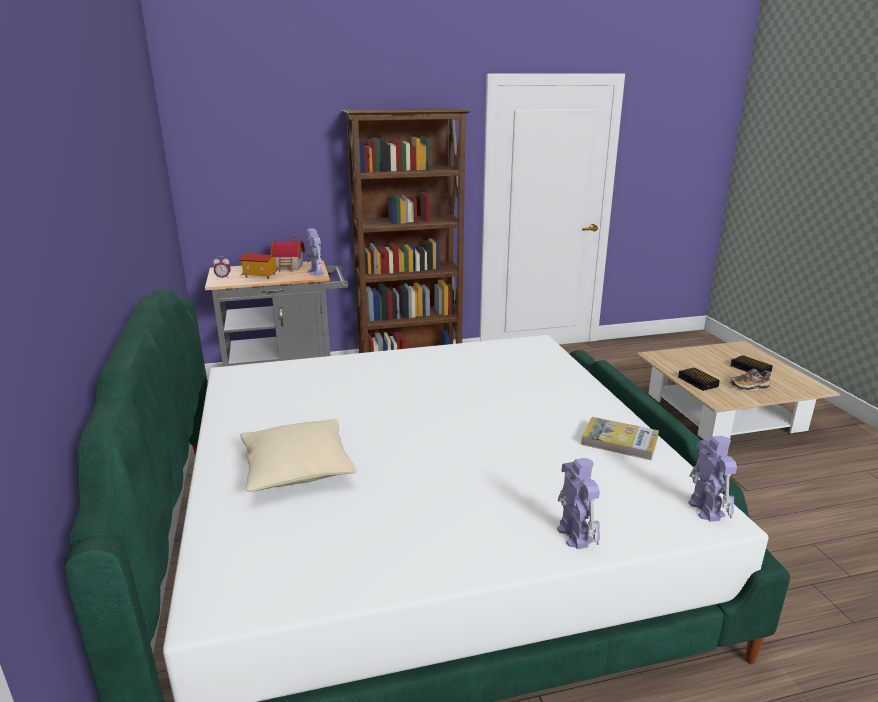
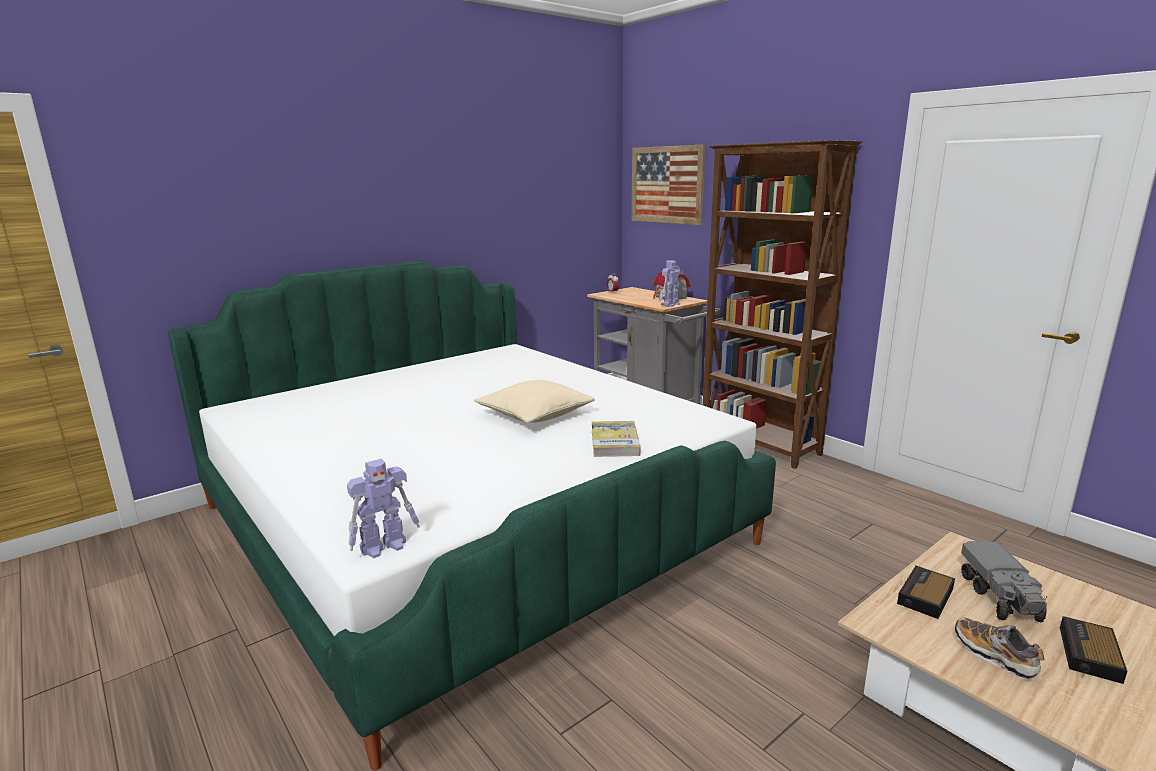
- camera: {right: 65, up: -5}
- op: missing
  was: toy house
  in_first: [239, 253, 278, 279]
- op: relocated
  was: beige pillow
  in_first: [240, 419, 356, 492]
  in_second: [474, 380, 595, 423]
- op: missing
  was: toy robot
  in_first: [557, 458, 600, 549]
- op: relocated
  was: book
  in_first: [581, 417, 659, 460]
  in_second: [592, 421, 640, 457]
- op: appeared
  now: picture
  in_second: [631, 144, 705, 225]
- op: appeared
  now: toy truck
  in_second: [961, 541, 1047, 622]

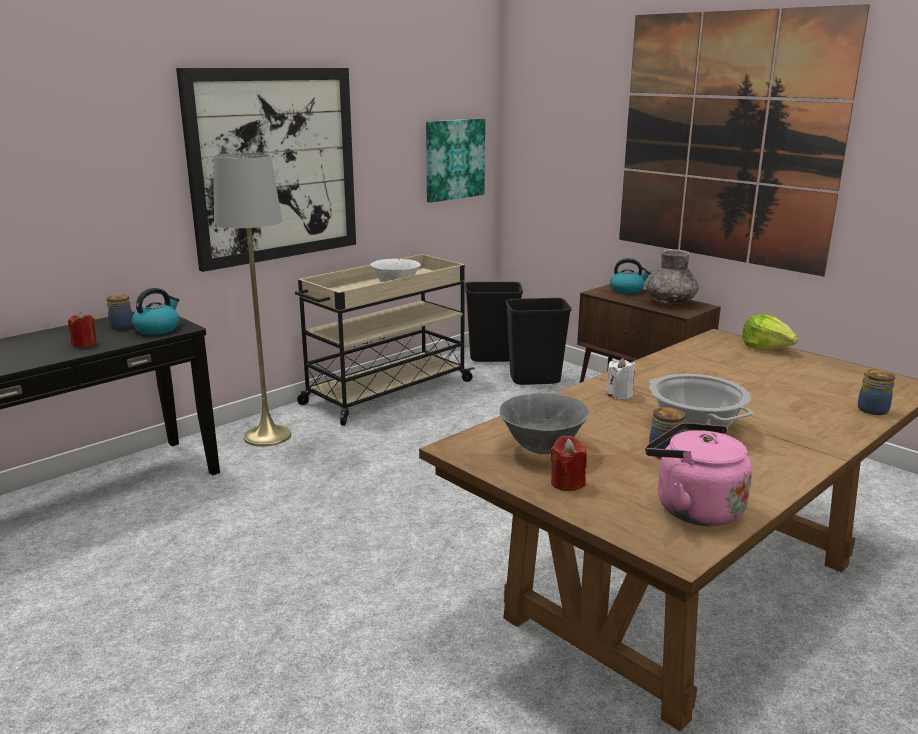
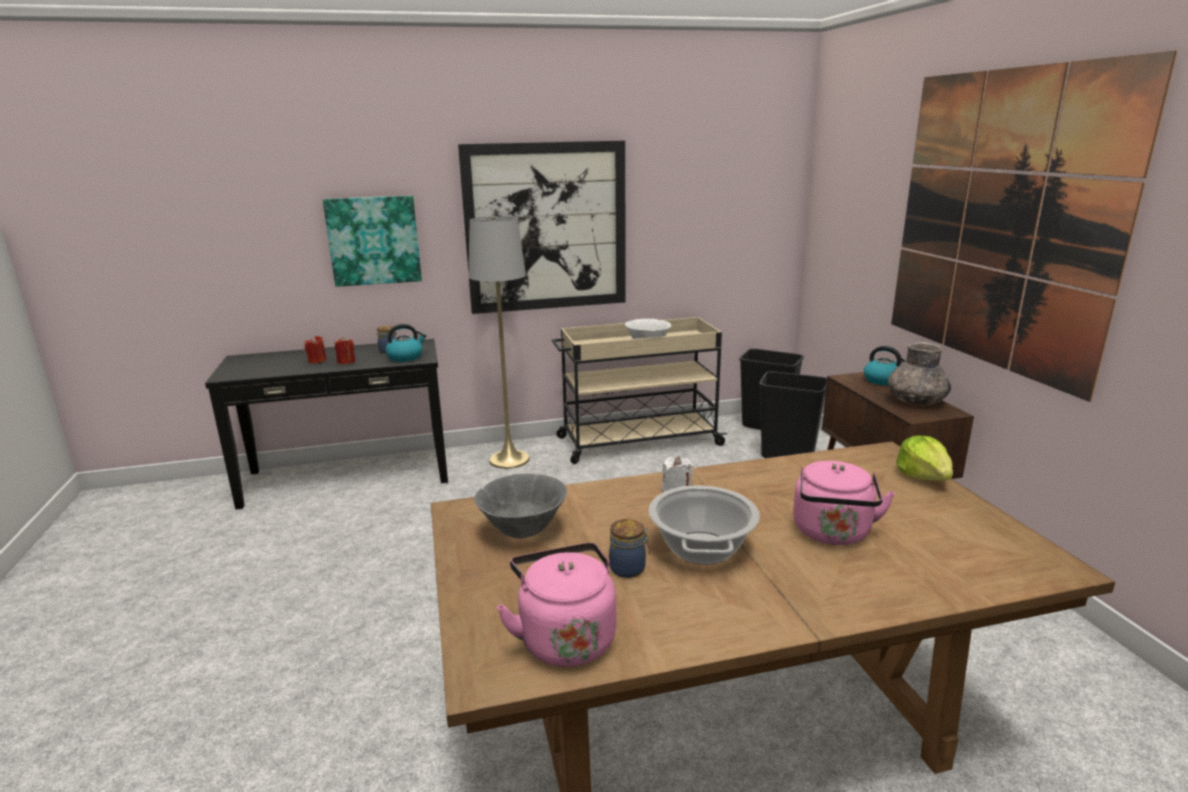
- camera: {right: 30, up: 0}
- op: relocated
  was: picture
  in_first: [426, 118, 485, 203]
  in_second: [323, 195, 422, 287]
- op: relocated
  was: red candle
  in_first: [550, 436, 587, 491]
  in_second: [305, 336, 327, 364]
- op: missing
  was: jar
  in_first: [858, 369, 895, 415]
- op: appeared
  now: pink kettle
  in_second: [793, 461, 895, 545]

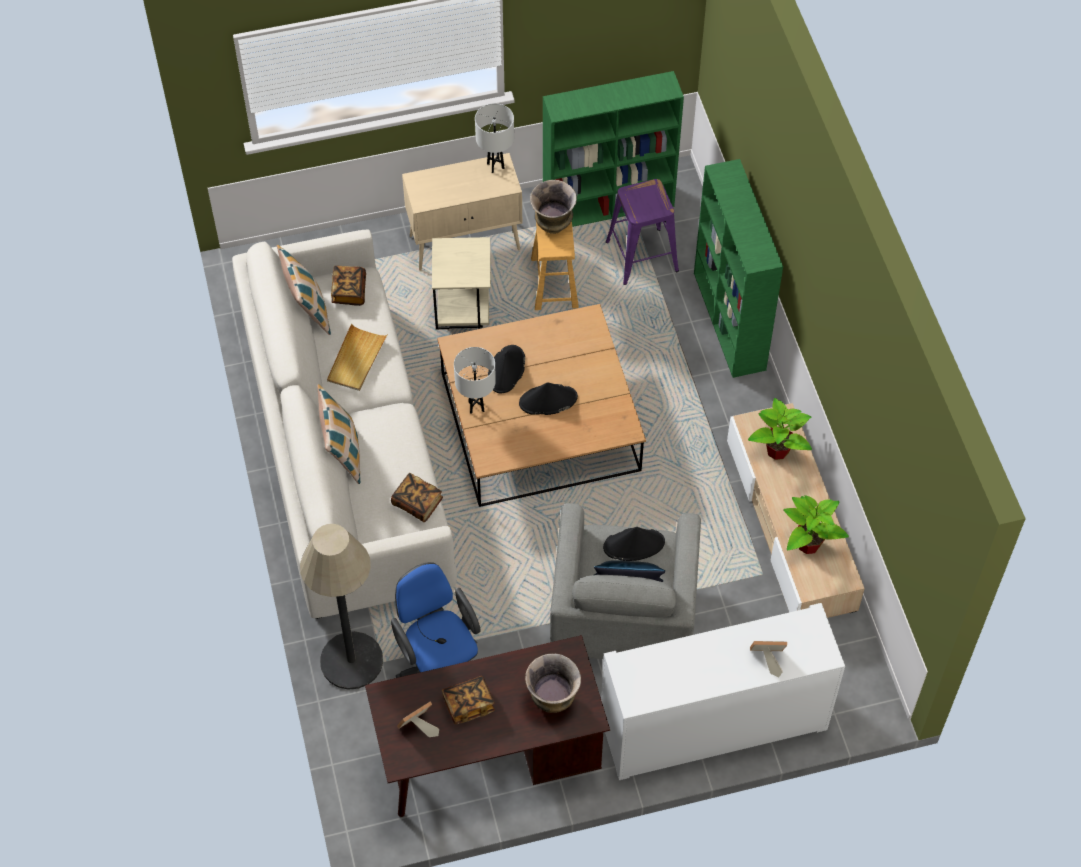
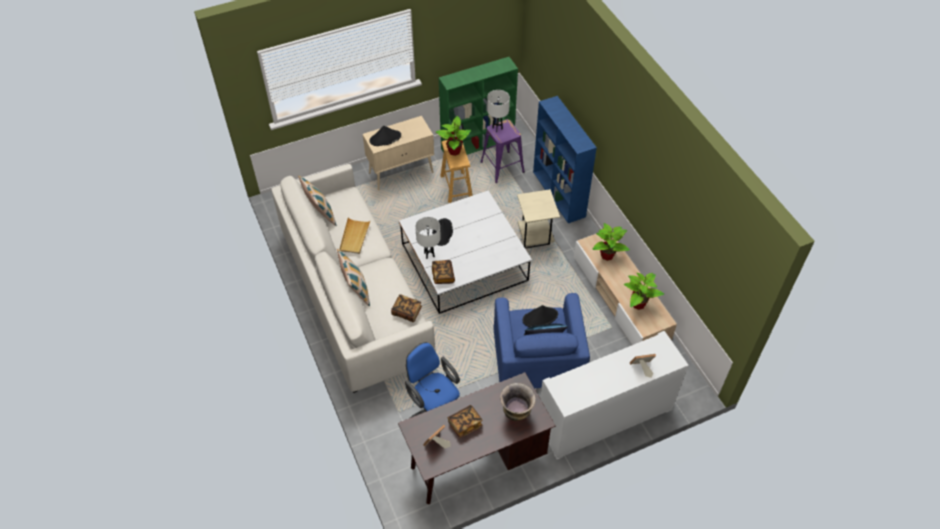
- camera: {right: -10, up: -5}
- op: missing
  was: floor lamp
  in_first: [300, 524, 383, 690]
- op: relocated
  was: book
  in_first: [331, 266, 366, 306]
  in_second: [432, 260, 455, 284]
- op: relocated
  was: beige side table
  in_first: [432, 237, 491, 329]
  in_second: [517, 189, 560, 249]
- op: colour
  was: brown coffee table
  now: white coffee table
  in_first: [437, 304, 646, 507]
  in_second: [399, 190, 532, 314]
- op: relocated
  was: white table lamp
  in_first: [475, 103, 514, 173]
  in_second: [487, 90, 510, 132]
- op: relocated
  was: black hat
  in_first: [519, 382, 578, 415]
  in_second: [369, 126, 401, 146]
- op: exchanged
  was: vase
  now: potted plant
  in_first: [530, 180, 577, 234]
  in_second: [436, 116, 471, 156]
- op: colour
  was: grey armchair
  now: blue armchair
  in_first: [550, 503, 701, 659]
  in_second: [493, 293, 590, 388]
- op: colour
  was: green bookcase
  now: blue bookcase
  in_first: [694, 159, 783, 378]
  in_second: [533, 96, 597, 223]

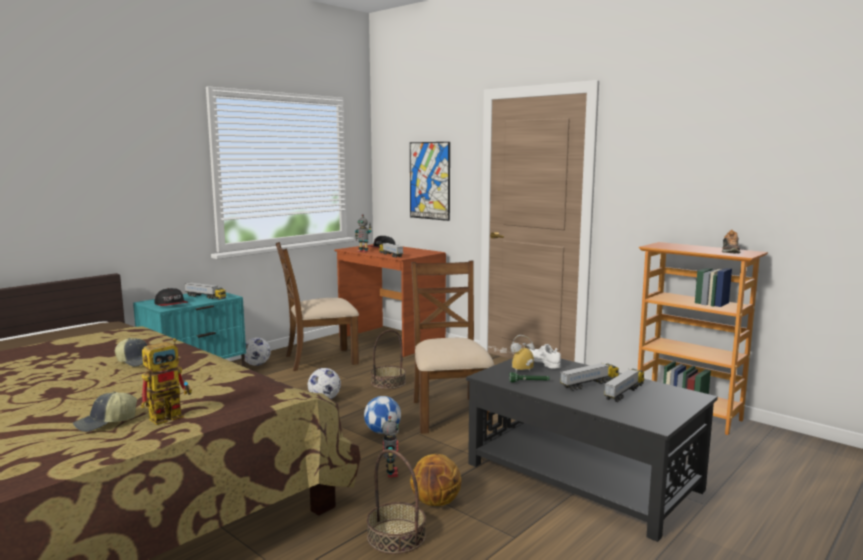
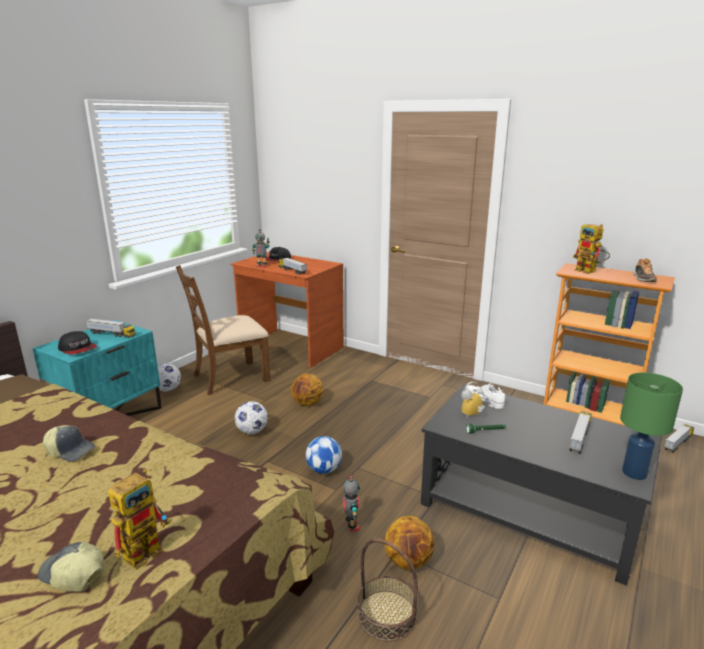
- camera: {right: -10, up: 10}
- op: spun
  was: cap
  in_first: [73, 392, 137, 432]
  in_second: [38, 542, 104, 592]
  clockwise: 75
- op: exchanged
  was: basket
  now: basketball
  in_first: [371, 330, 406, 389]
  in_second: [291, 373, 323, 406]
- op: missing
  was: picture
  in_first: [410, 142, 450, 221]
- op: missing
  was: brown chair
  in_first: [411, 261, 494, 434]
- op: relocated
  was: toy truck
  in_first: [560, 363, 619, 391]
  in_second: [664, 424, 694, 453]
- op: appeared
  now: toy robot
  in_second: [573, 224, 610, 274]
- op: appeared
  now: green table lamp
  in_second: [620, 372, 683, 480]

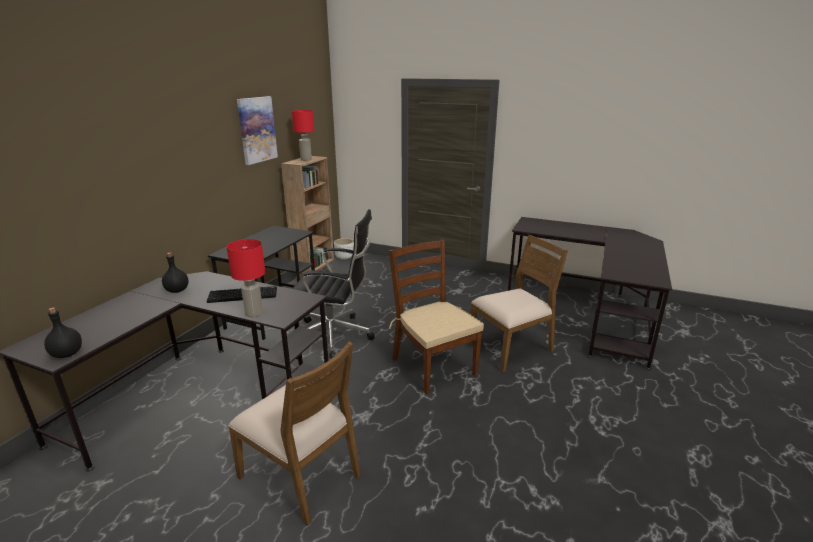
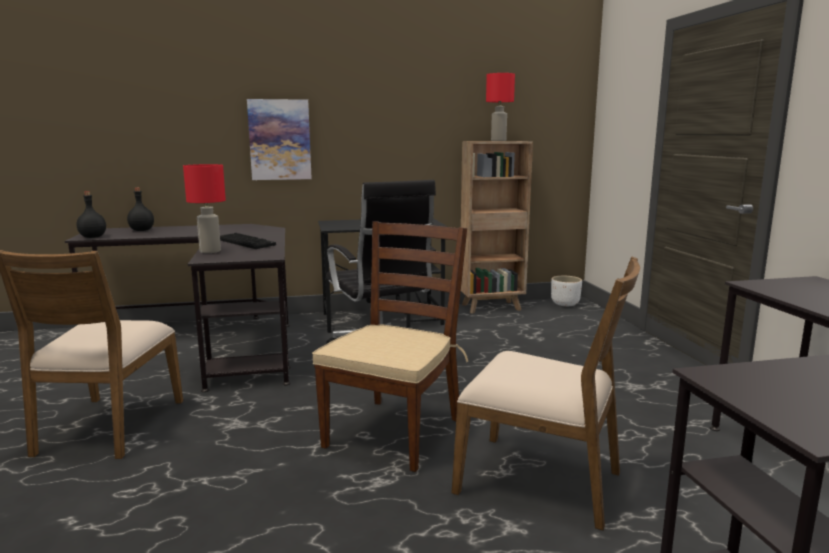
- camera: {right: 55, up: -10}
- op: relocated
  was: black bottle
  in_first: [162, 252, 188, 293]
  in_second: [127, 188, 154, 231]
- op: relocated
  was: picture
  in_first: [237, 96, 278, 165]
  in_second: [247, 99, 312, 180]

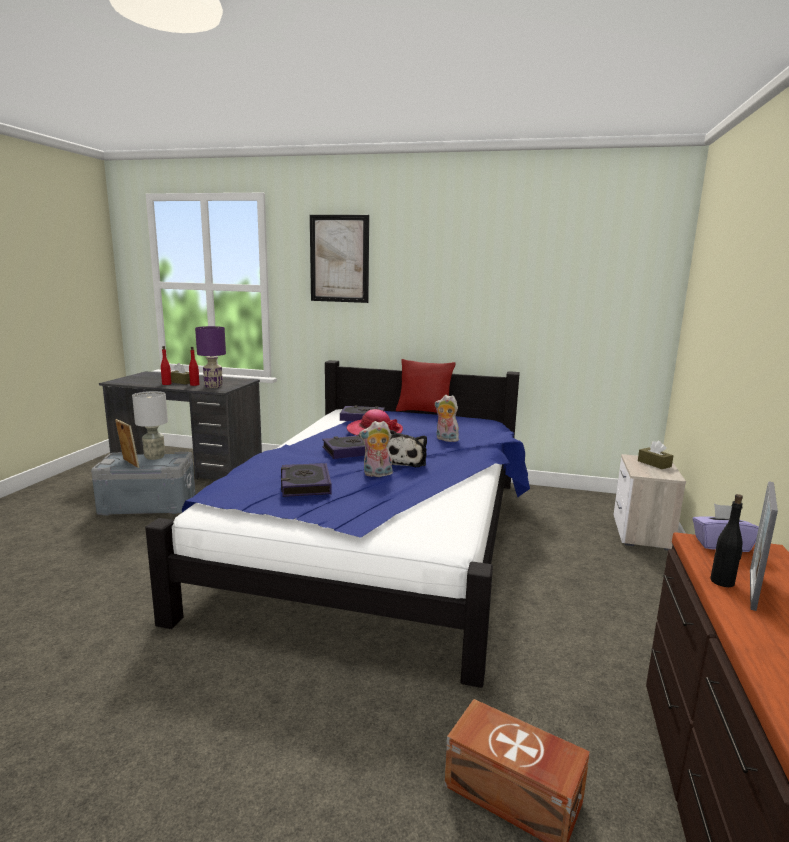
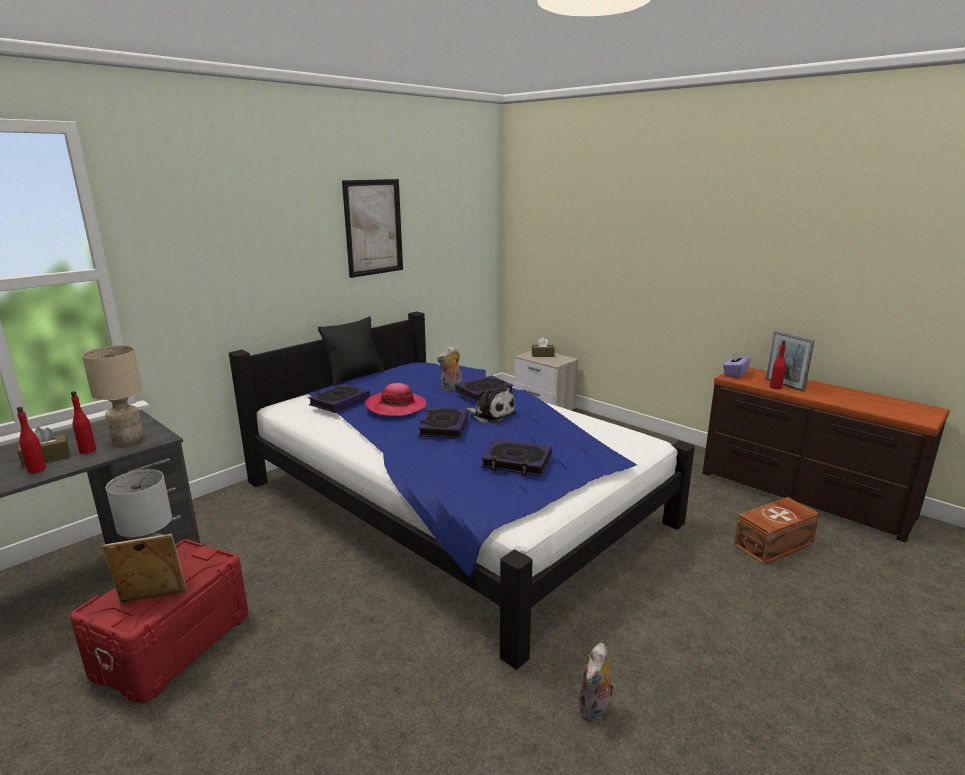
- camera: {right: -60, up: 5}
- op: colour
  was: grey storage box
  now: red storage box
  in_first: [91, 452, 195, 516]
  in_second: [69, 539, 249, 703]
- op: colour
  was: purple table lamp
  now: beige table lamp
  in_first: [195, 326, 226, 388]
  in_second: [82, 345, 143, 445]
- op: relocated
  was: picture
  in_first: [310, 215, 369, 303]
  in_second: [342, 179, 403, 278]
- op: relocated
  was: plush toy
  in_first: [359, 421, 393, 477]
  in_second: [577, 643, 616, 722]
- op: colour
  was: red pillow
  now: black pillow
  in_first: [396, 359, 456, 413]
  in_second: [318, 316, 385, 386]
- op: colour
  was: black bottle
  now: red bottle
  in_first: [710, 494, 743, 587]
  in_second: [770, 340, 786, 389]
- op: appeared
  now: book
  in_second: [455, 376, 513, 402]

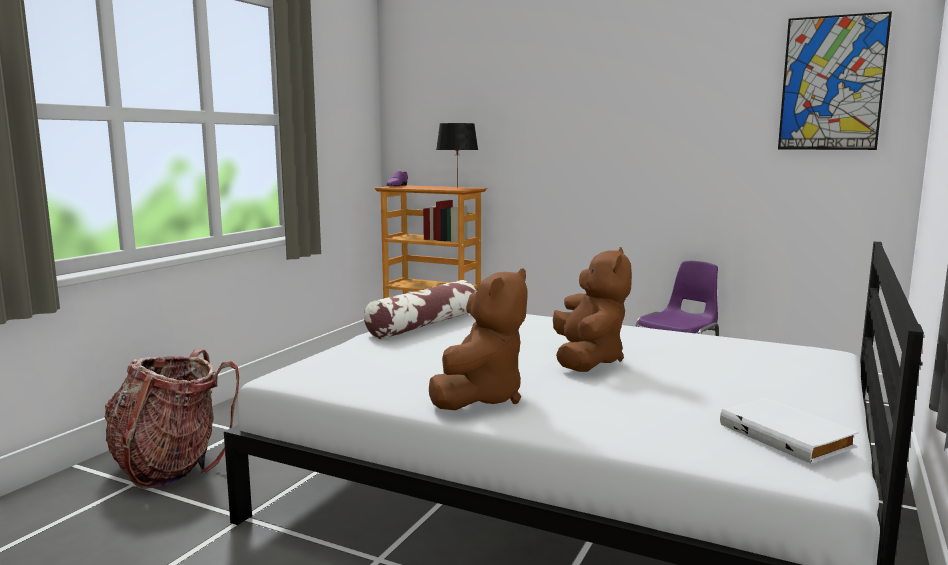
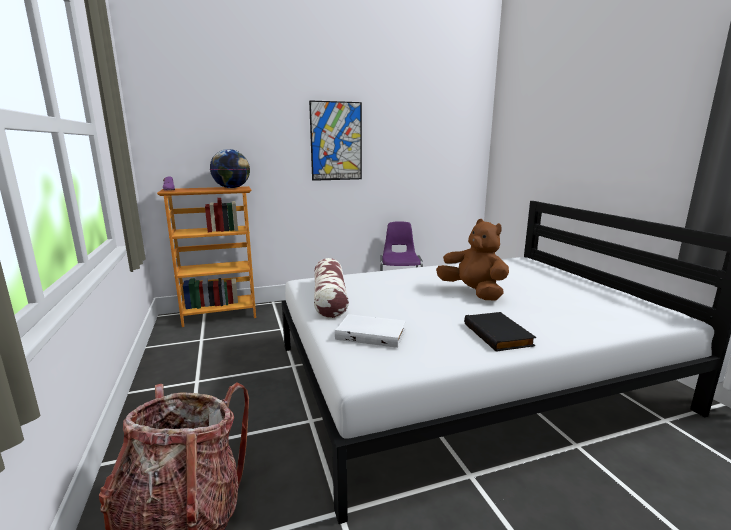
- camera: {right: -45, up: 5}
- op: exchanged
  was: brown plush toy
  now: black book
  in_first: [429, 268, 528, 410]
  in_second: [464, 312, 536, 352]
- op: exchanged
  was: black table lamp
  now: globe
  in_first: [436, 123, 478, 188]
  in_second: [210, 149, 250, 188]
- op: relocated
  was: white book
  in_first: [720, 398, 859, 464]
  in_second: [335, 314, 406, 348]
- op: relocated
  was: picture
  in_first: [778, 11, 892, 150]
  in_second: [309, 100, 362, 181]

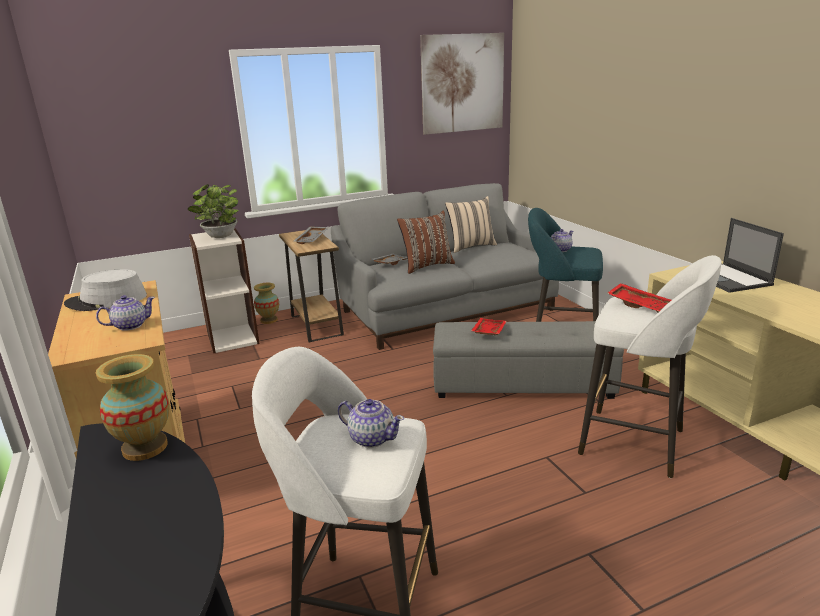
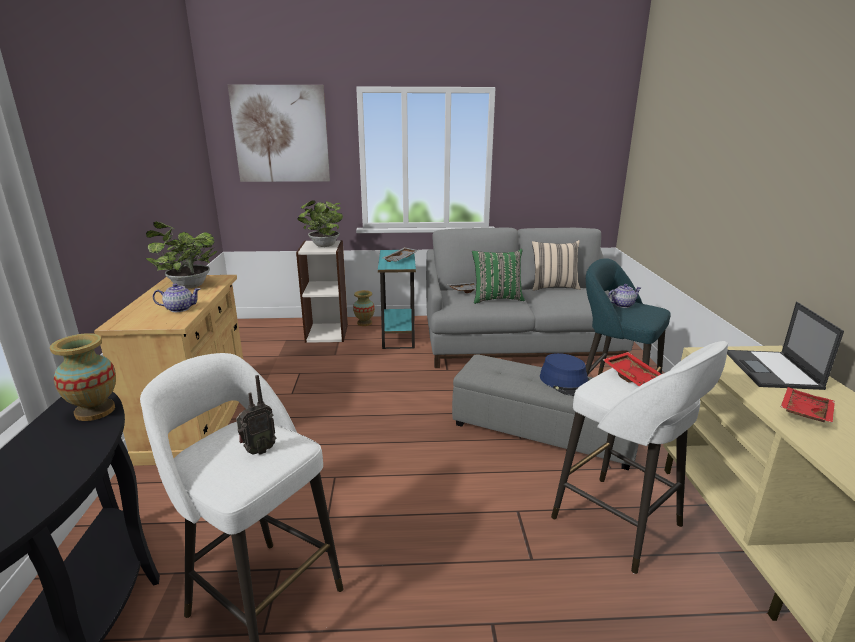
- camera: {right: 20, up: 0}
- op: exchanged
  was: grey hat
  now: potted plant
  in_first: [64, 269, 147, 311]
  in_second: [145, 221, 217, 289]
- op: colour
  was: brown side table
  now: turquoise side table
  in_first: [279, 230, 344, 343]
  in_second: [378, 250, 416, 349]
- op: exchanged
  was: teapot
  now: radio
  in_first: [338, 399, 404, 448]
  in_second: [236, 375, 276, 455]
- op: colour
  was: brown pillow
  now: green pillow
  in_first: [397, 210, 455, 274]
  in_second: [472, 249, 525, 304]
- op: relocated
  was: picture
  in_first: [420, 33, 504, 135]
  in_second: [228, 85, 330, 182]
- op: relocated
  was: red tray
  in_first: [471, 318, 507, 335]
  in_second: [781, 387, 835, 423]
- op: appeared
  now: blue hat
  in_second: [540, 353, 590, 396]

